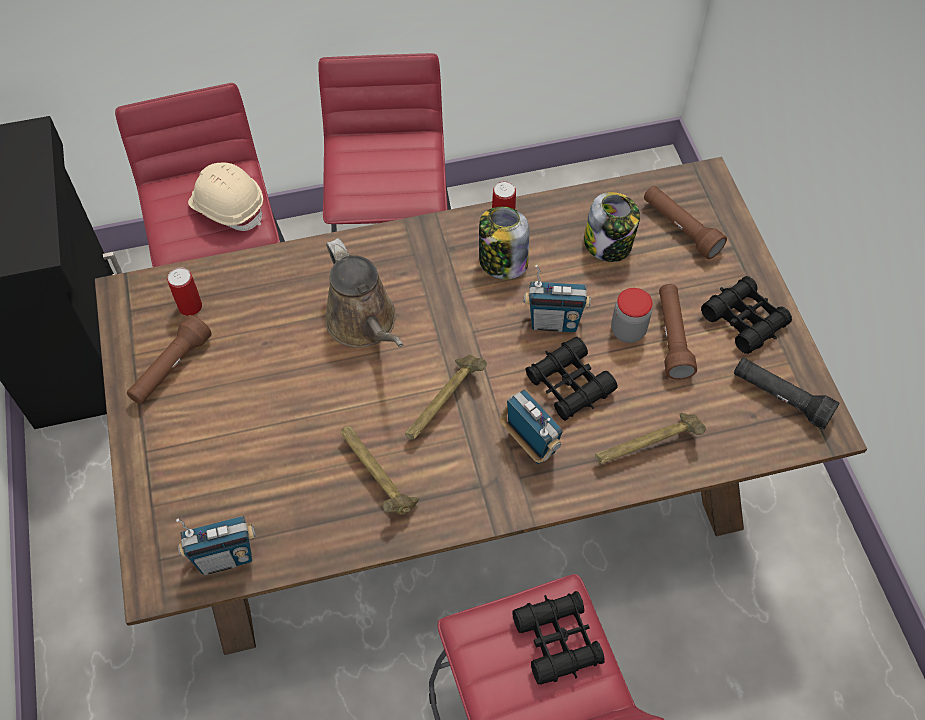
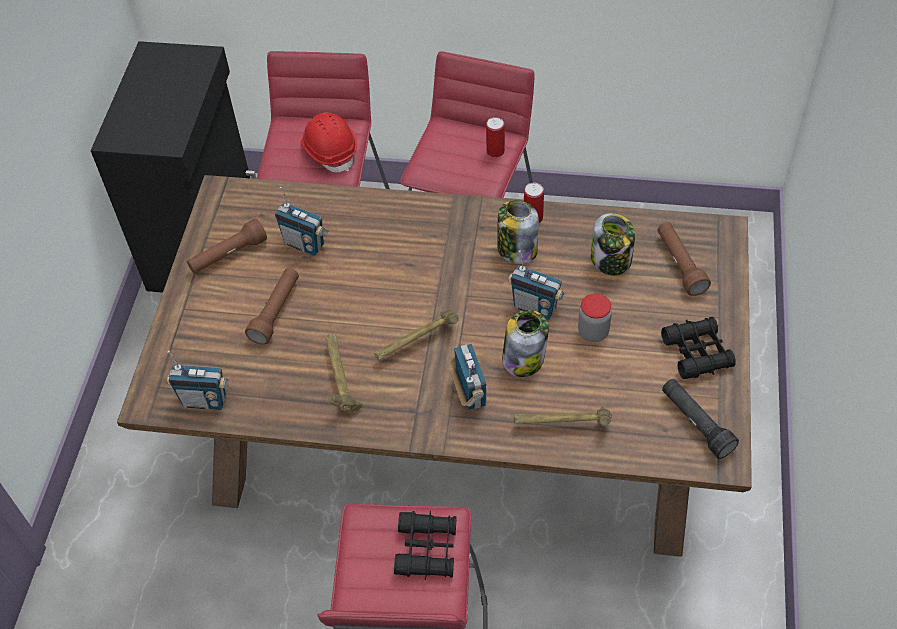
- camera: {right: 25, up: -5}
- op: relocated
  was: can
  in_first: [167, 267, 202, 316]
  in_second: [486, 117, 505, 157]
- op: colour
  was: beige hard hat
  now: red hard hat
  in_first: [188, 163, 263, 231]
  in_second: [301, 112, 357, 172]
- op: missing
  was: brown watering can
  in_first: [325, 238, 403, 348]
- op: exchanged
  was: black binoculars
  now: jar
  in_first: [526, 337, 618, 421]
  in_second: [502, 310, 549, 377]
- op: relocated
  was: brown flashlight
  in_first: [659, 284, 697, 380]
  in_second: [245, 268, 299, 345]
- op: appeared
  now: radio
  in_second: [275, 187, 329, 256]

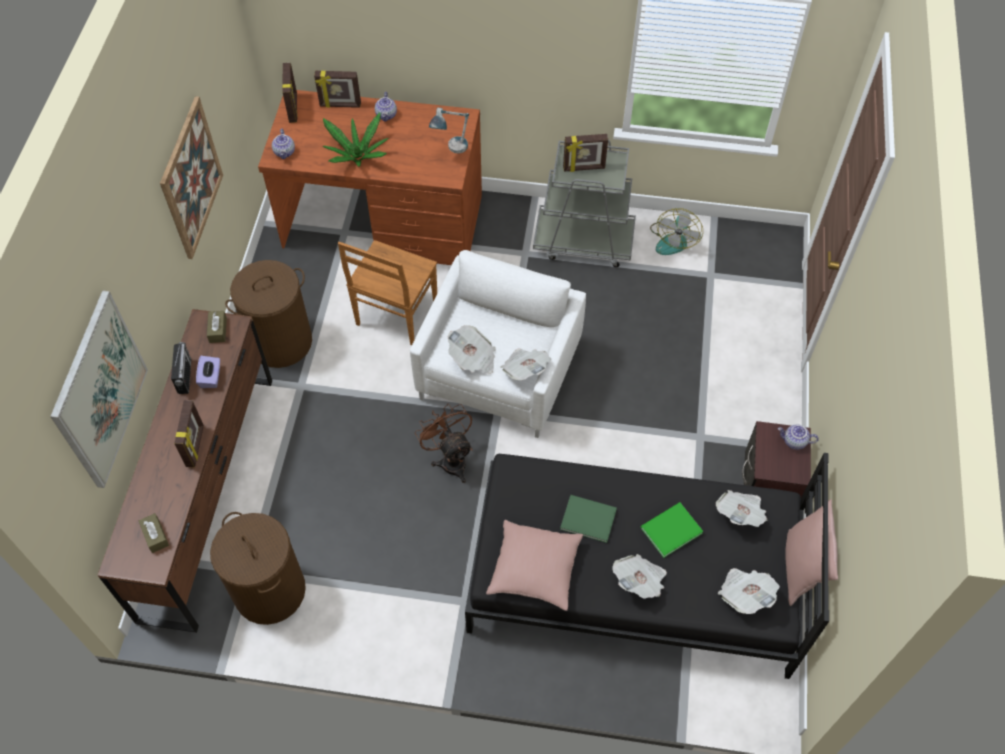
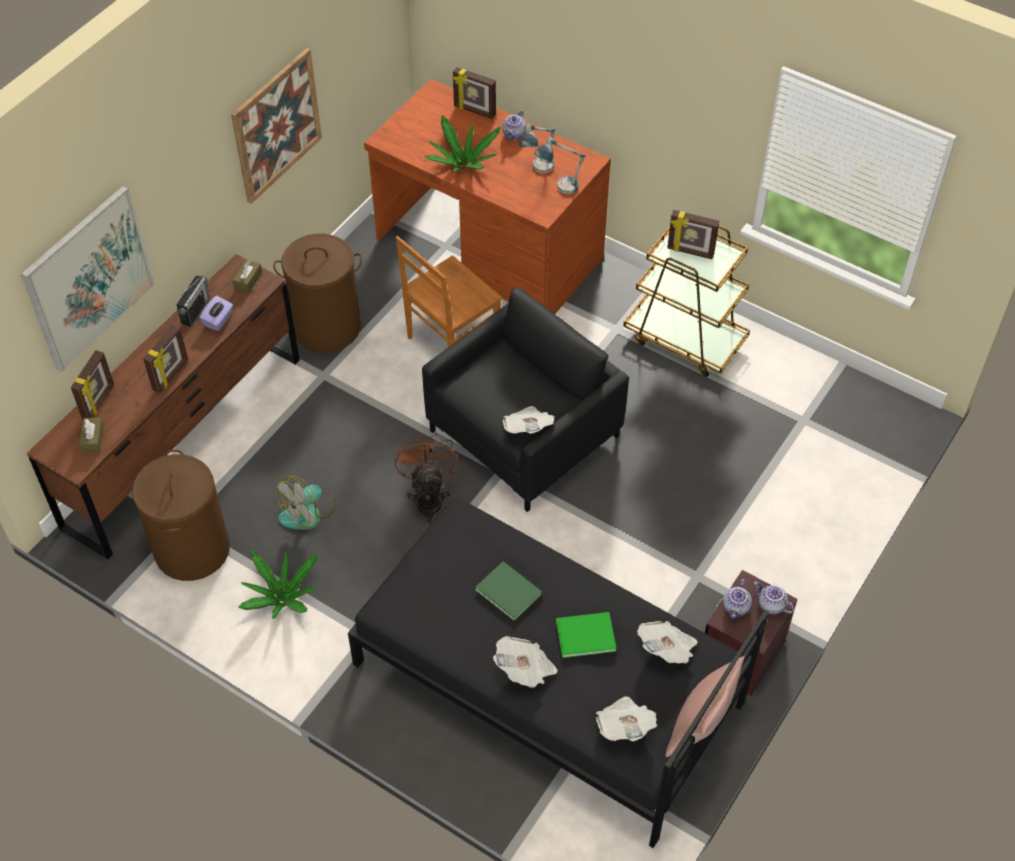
- camera: {right: 25, up: -5}
- op: relocated
  was: teapot
  in_first: [272, 129, 295, 159]
  in_second: [723, 579, 752, 619]
- op: relocated
  was: picture frame
  in_first: [282, 63, 298, 123]
  in_second: [71, 350, 114, 419]
- op: colour
  was: white armchair
  now: black armchair
  in_first: [410, 250, 586, 438]
  in_second: [422, 288, 629, 512]
- op: missing
  was: newspaper
  in_first: [448, 325, 496, 374]
- op: missing
  was: pink pillow
  in_first: [486, 520, 583, 611]
- op: colour
  was: grey cart
  now: brown cart
  in_first: [533, 139, 636, 267]
  in_second: [623, 226, 750, 377]
- op: relocated
  was: fan
  in_first: [650, 208, 703, 255]
  in_second: [276, 475, 337, 529]
- op: appeared
  now: potted plant
  in_second: [238, 549, 318, 619]
- op: appeared
  now: table lamp
  in_second: [519, 124, 555, 173]

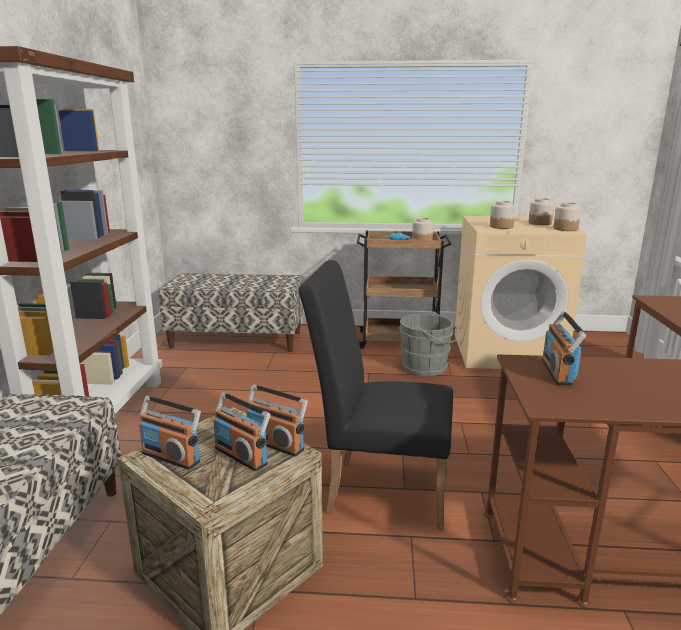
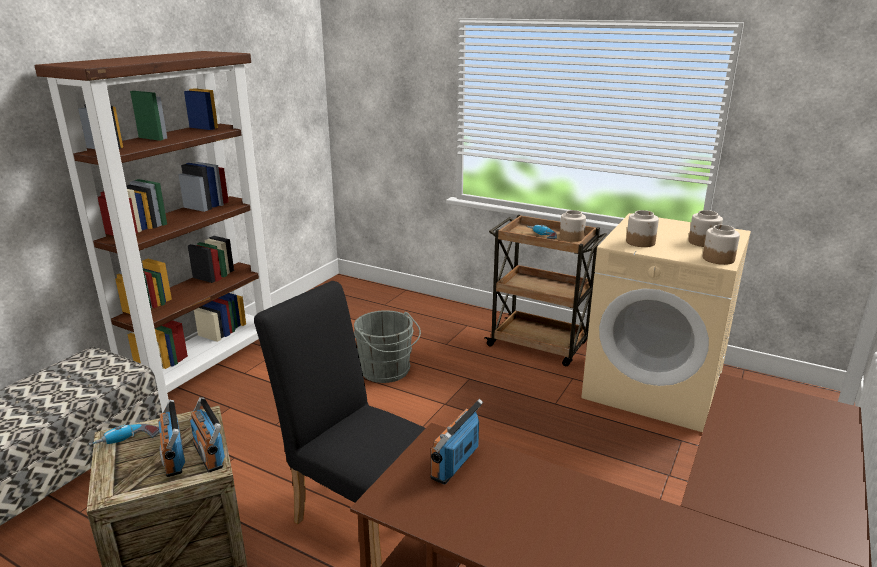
- camera: {right: 25, up: 5}
- op: exchanged
  was: radio
  now: power drill
  in_first: [139, 396, 201, 470]
  in_second: [89, 424, 160, 445]
- op: missing
  was: bench
  in_first: [158, 273, 303, 352]
- op: relocated
  was: grey bucket
  in_first: [399, 312, 459, 376]
  in_second: [354, 310, 421, 383]

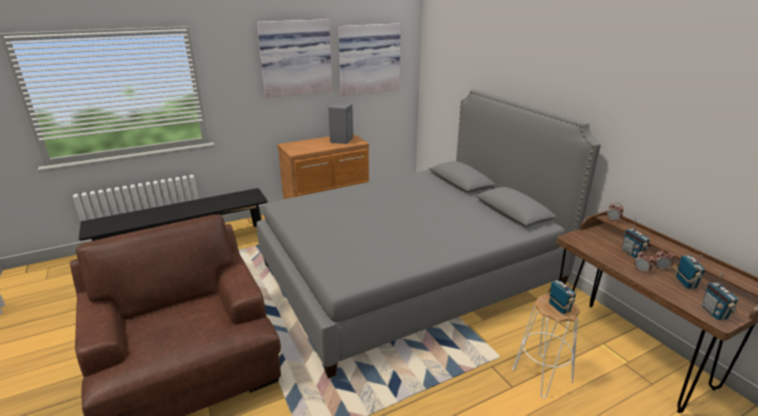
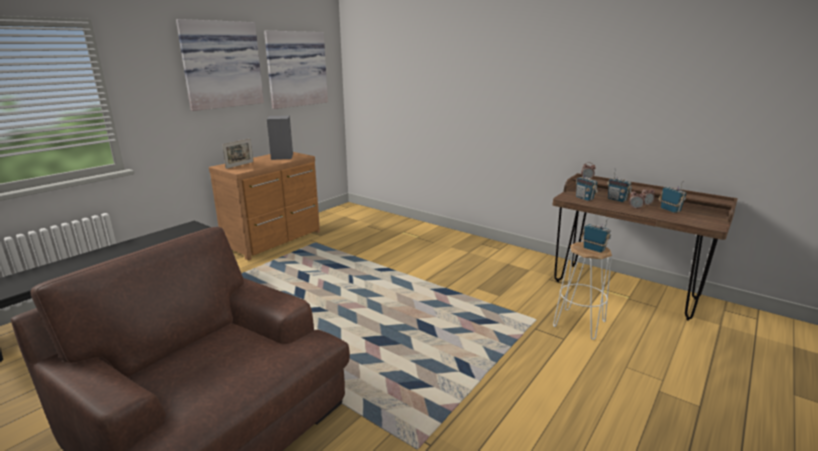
- camera: {right: -25, up: -5}
- op: missing
  was: grey bed
  in_first: [257, 89, 601, 378]
- op: relocated
  was: radio
  in_first: [702, 271, 738, 320]
  in_second: [576, 167, 598, 201]
- op: appeared
  now: picture frame
  in_second: [222, 139, 253, 169]

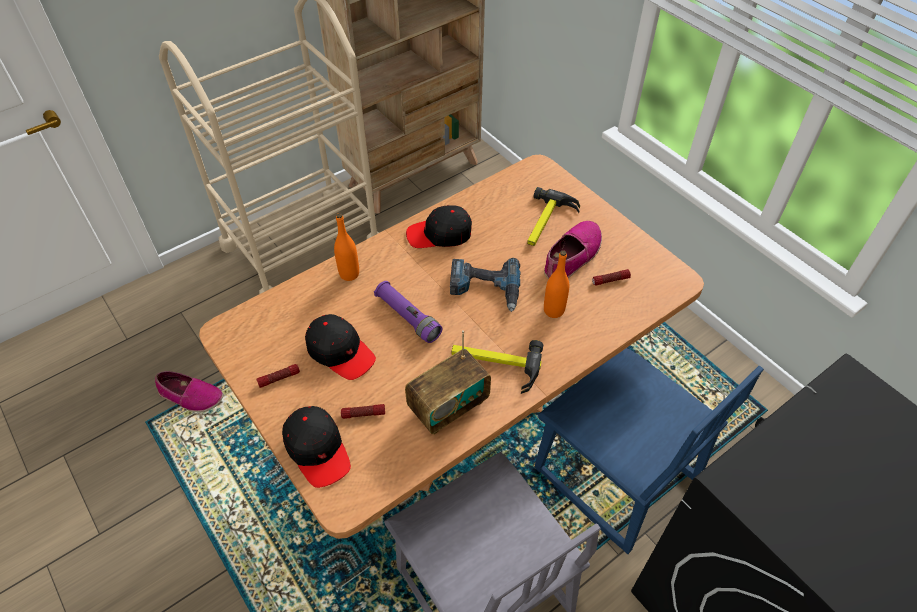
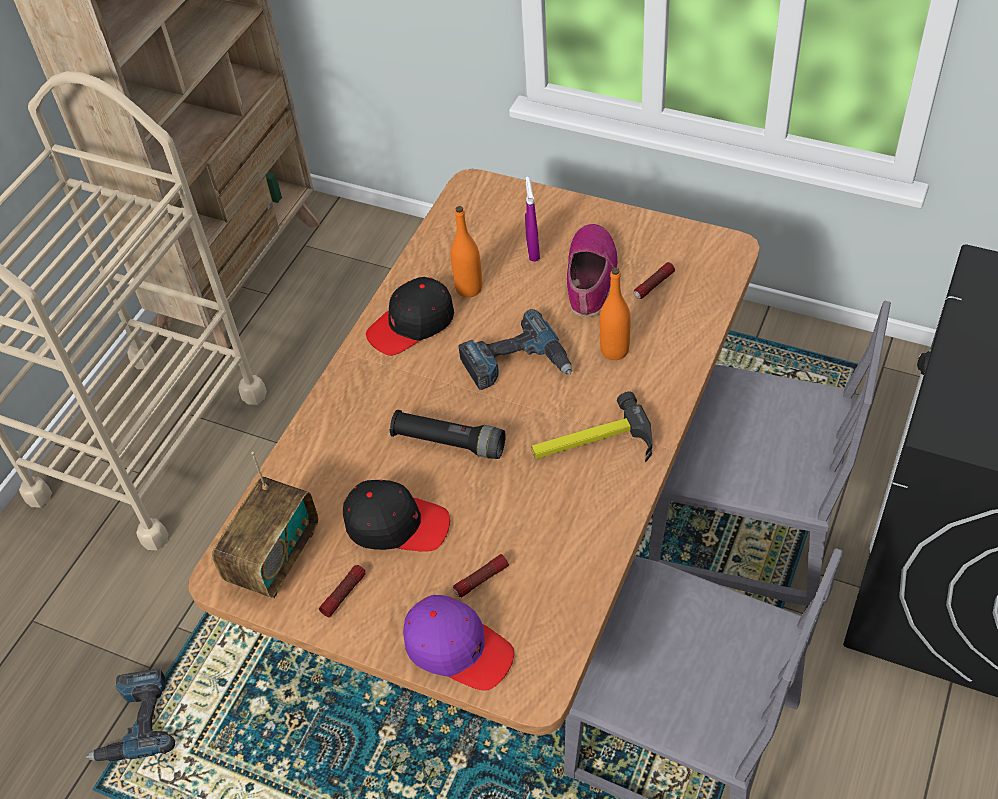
- camera: {right: -25, up: 0}
- op: exchanged
  was: shoe
  now: power drill
  in_first: [155, 371, 223, 412]
  in_second: [86, 668, 175, 761]
- op: colour
  was: black cap
  now: purple cap
  in_first: [282, 406, 351, 488]
  in_second: [403, 595, 514, 691]
- op: relocated
  was: orange bottle
  in_first: [334, 213, 359, 281]
  in_second: [451, 206, 482, 297]
- op: colour
  was: purple flashlight
  now: black flashlight
  in_first: [374, 281, 442, 343]
  in_second: [389, 410, 506, 459]
- op: relocated
  was: radio
  in_first: [405, 330, 491, 434]
  in_second: [212, 452, 318, 599]
- op: exchanged
  was: hammer
  now: purple spray bottle
  in_first: [527, 187, 580, 246]
  in_second: [525, 176, 540, 262]
- op: colour
  was: blue chair
  now: grey chair
  in_first: [535, 348, 764, 554]
  in_second: [648, 301, 891, 606]

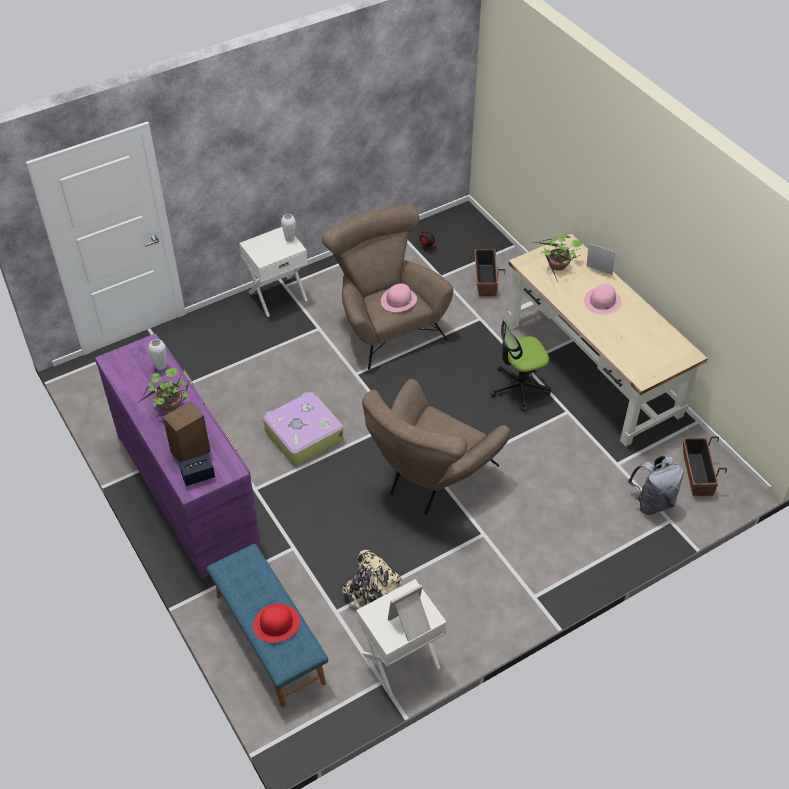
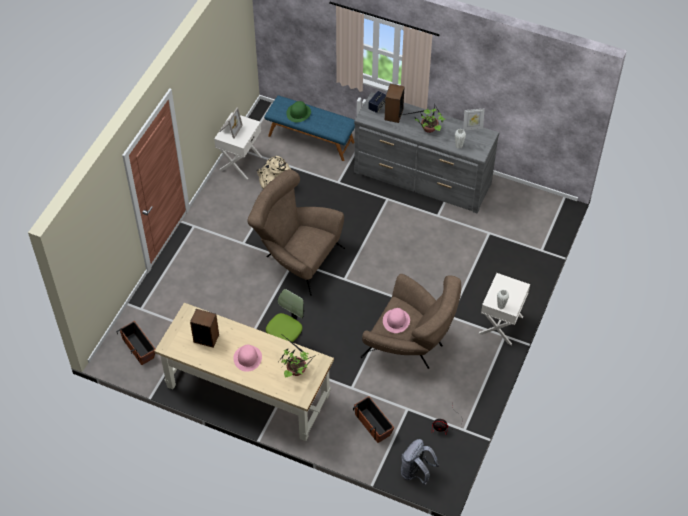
- camera: {right: 145, up: 5}
- op: colour
  was: purple dresser
  now: grey dresser
  in_first: [95, 333, 261, 579]
  in_second: [354, 92, 499, 213]
- op: colour
  was: red hat
  now: green hat
  in_first: [253, 604, 300, 643]
  in_second: [286, 101, 311, 122]
- op: missing
  was: suitcase
  in_first: [263, 392, 343, 465]
- op: spun
  was: brown armchair
  in_first: [362, 379, 510, 515]
  in_second: [248, 169, 345, 296]
  clockwise: -60
- op: relocated
  was: picture frame
  in_first: [586, 243, 615, 275]
  in_second: [463, 108, 485, 130]
- op: relocated
  was: grey backpack
  in_first: [628, 456, 683, 515]
  in_second: [401, 439, 439, 486]
- op: appeared
  now: speaker
  in_second: [190, 309, 219, 348]

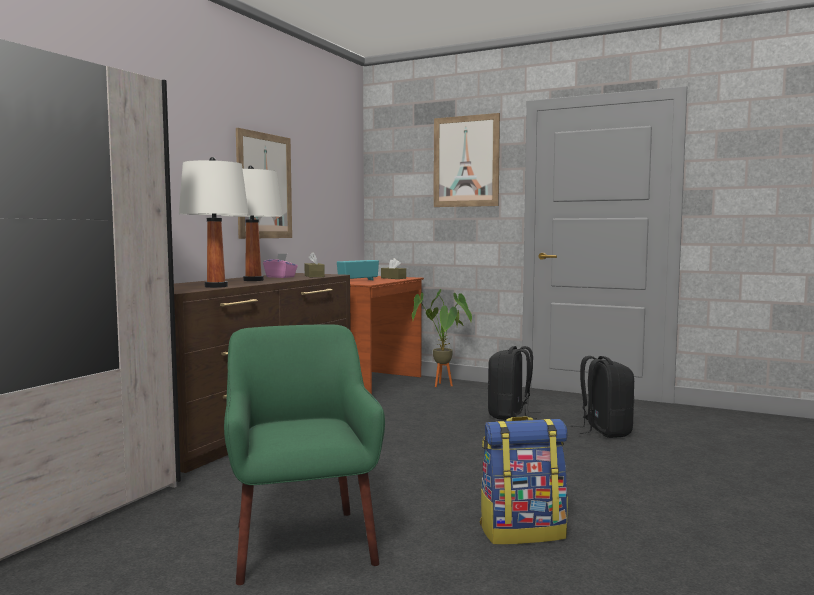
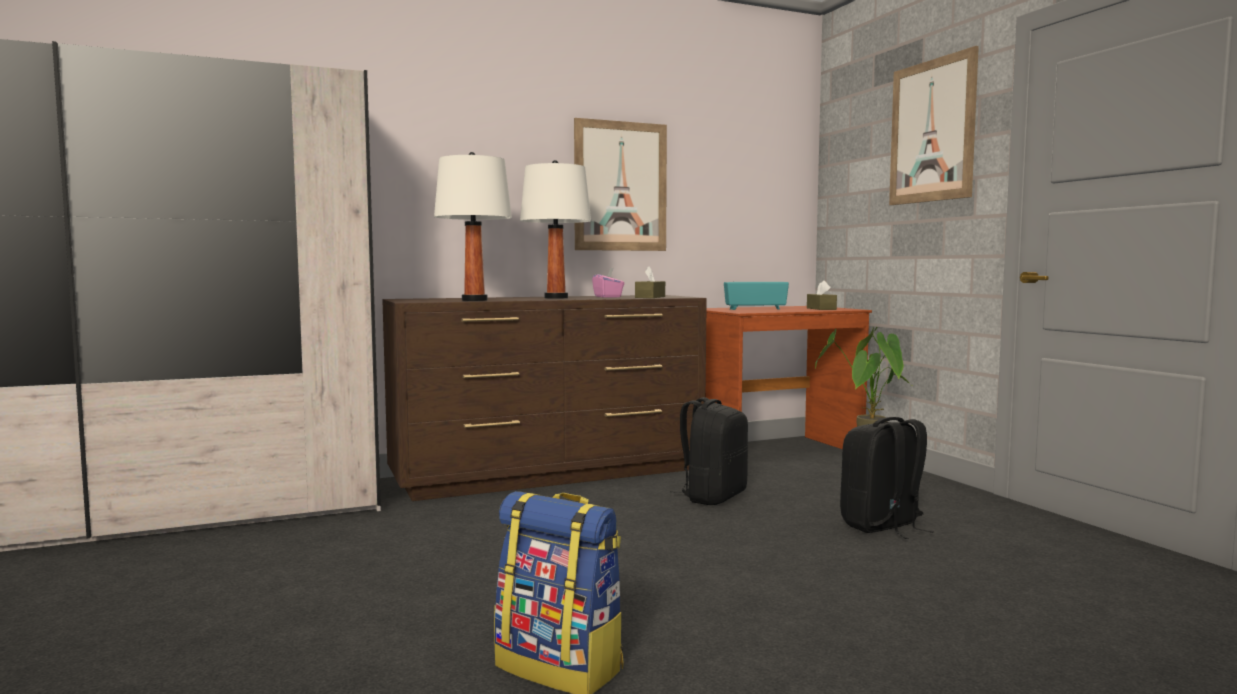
- camera: {right: 40, up: 0}
- op: missing
  was: green armchair
  in_first: [224, 325, 385, 585]
- op: relocated
  was: black backpack
  in_first: [571, 356, 634, 438]
  in_second: [670, 397, 748, 505]

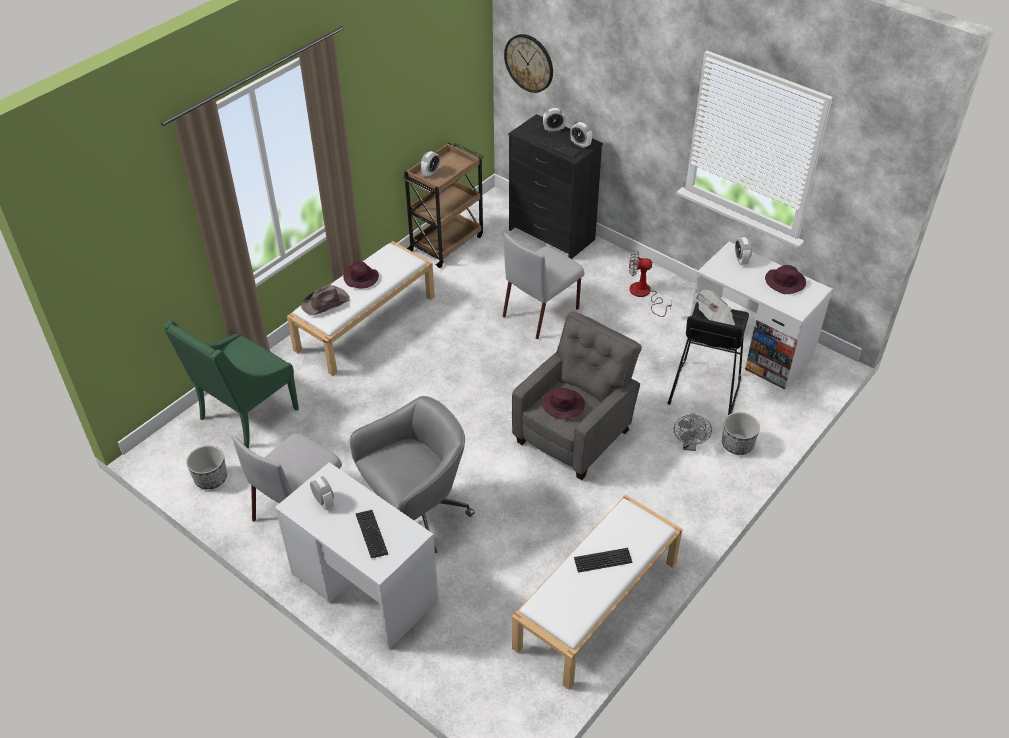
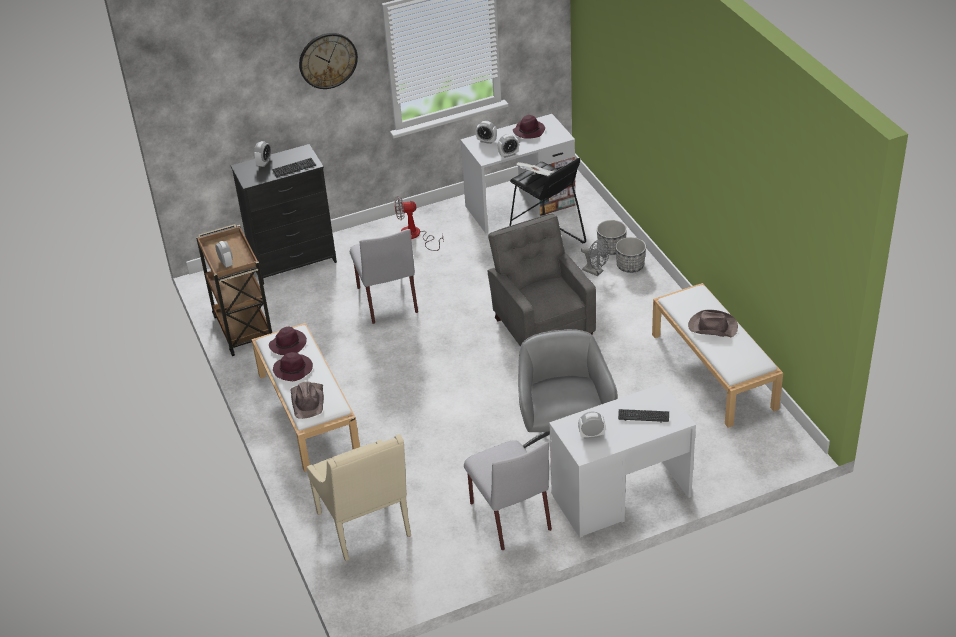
- camera: {right: -60, up: -5}
- op: colour
  was: green armchair
  now: beige armchair
  in_first: [163, 320, 299, 448]
  in_second: [307, 434, 411, 561]
- op: relocated
  was: planter
  in_first: [186, 445, 227, 489]
  in_second: [616, 237, 646, 273]
- op: relocated
  was: wall clock
  in_first: [504, 34, 553, 93]
  in_second: [299, 33, 358, 89]
- op: relocated
  was: purple hat
  in_first: [542, 388, 585, 419]
  in_second: [269, 327, 307, 355]
- op: relocated
  was: alarm clock
  in_first: [570, 122, 592, 148]
  in_second: [498, 134, 519, 158]
- op: exchanged
  was: keyboard
  now: brown hat
  in_first: [574, 548, 632, 573]
  in_second: [688, 310, 738, 337]
- op: spun
  was: fan
  in_first: [629, 250, 672, 317]
  in_second: [395, 196, 444, 251]
  clockwise: 45

